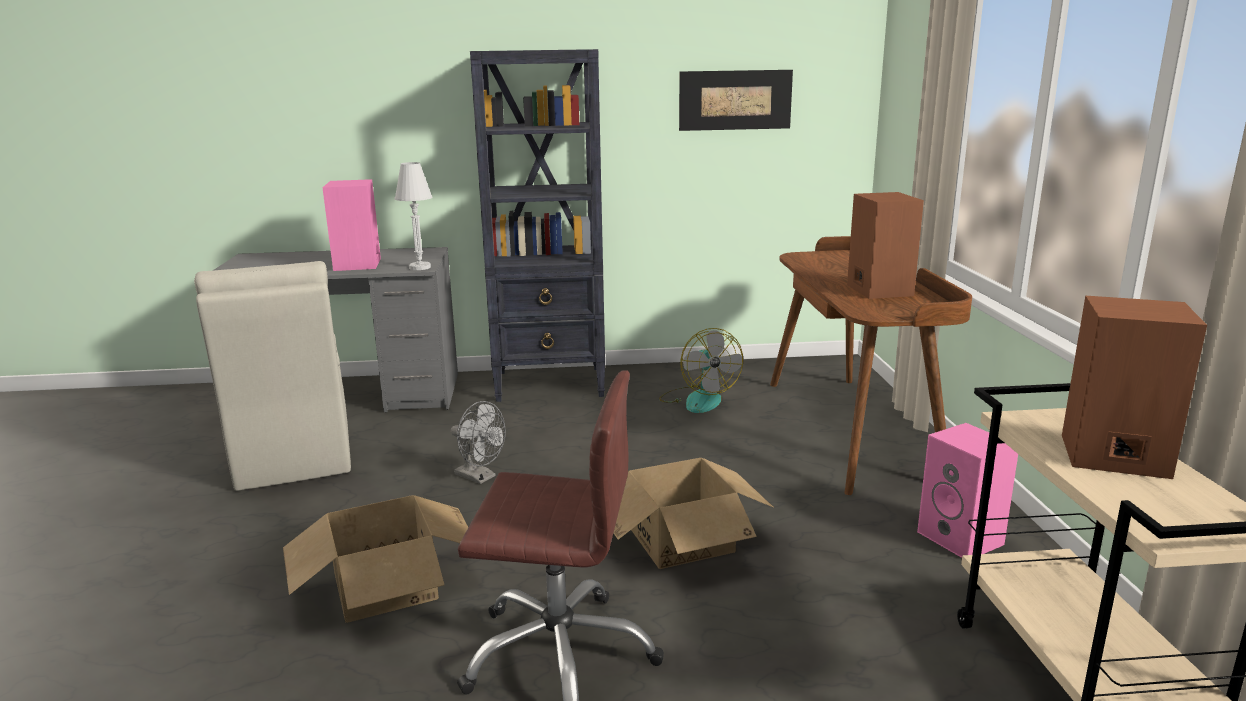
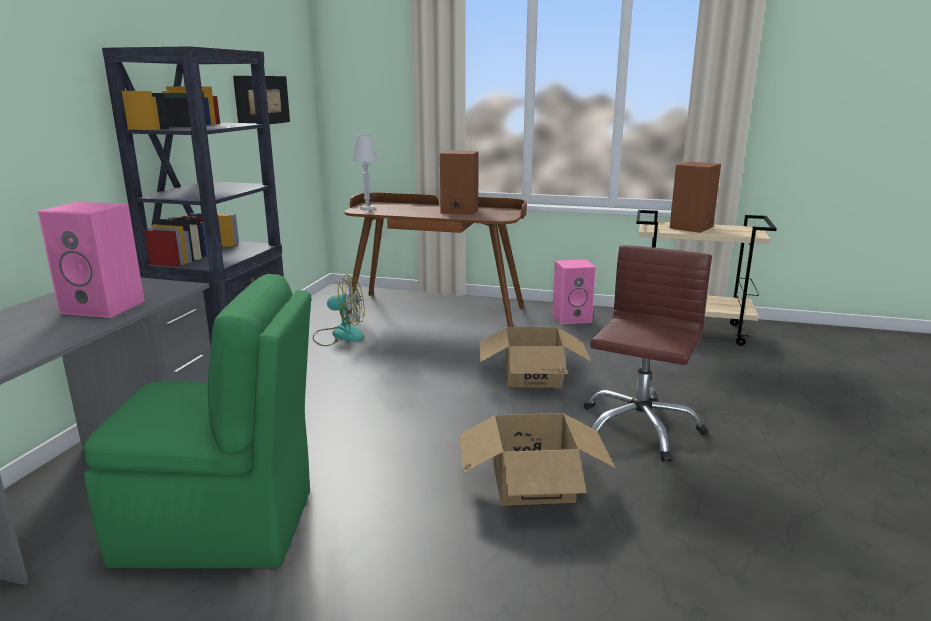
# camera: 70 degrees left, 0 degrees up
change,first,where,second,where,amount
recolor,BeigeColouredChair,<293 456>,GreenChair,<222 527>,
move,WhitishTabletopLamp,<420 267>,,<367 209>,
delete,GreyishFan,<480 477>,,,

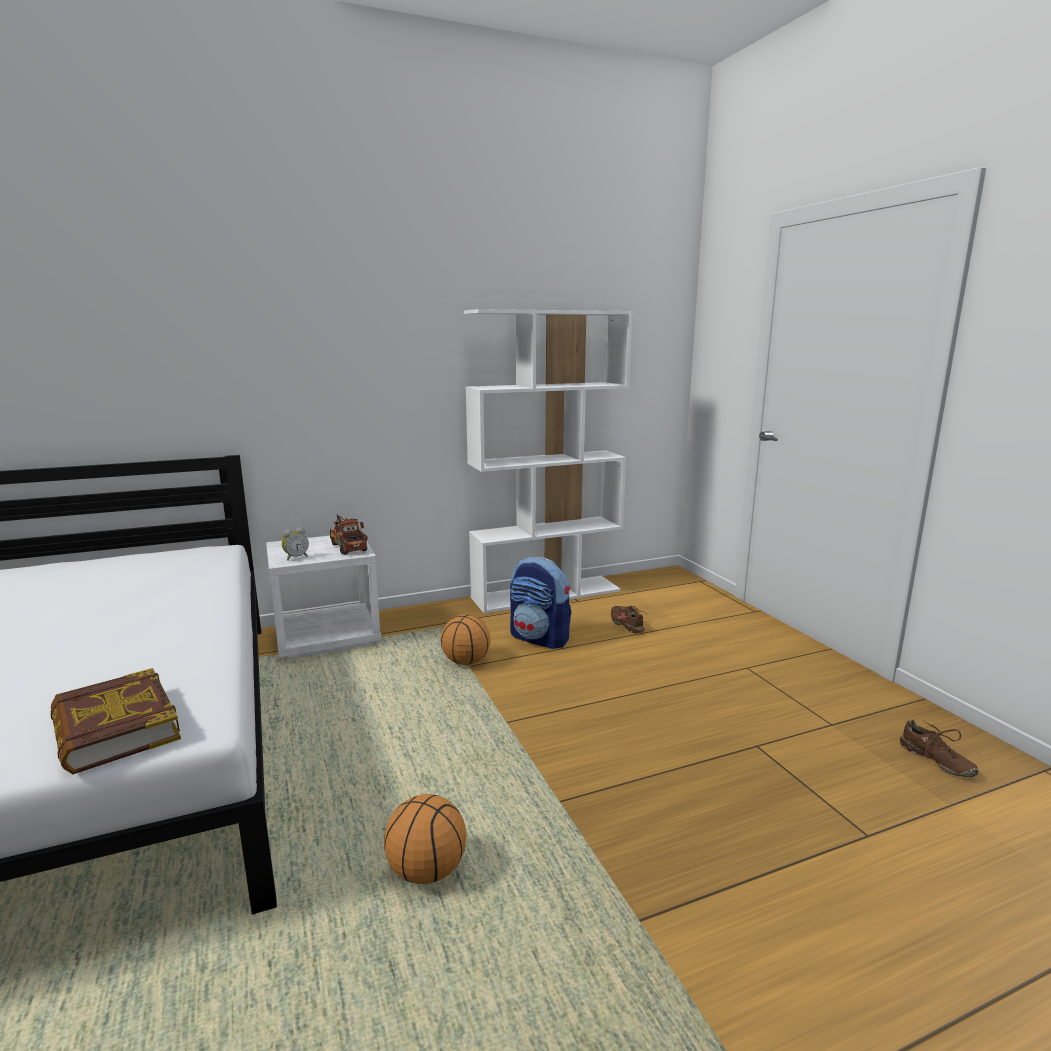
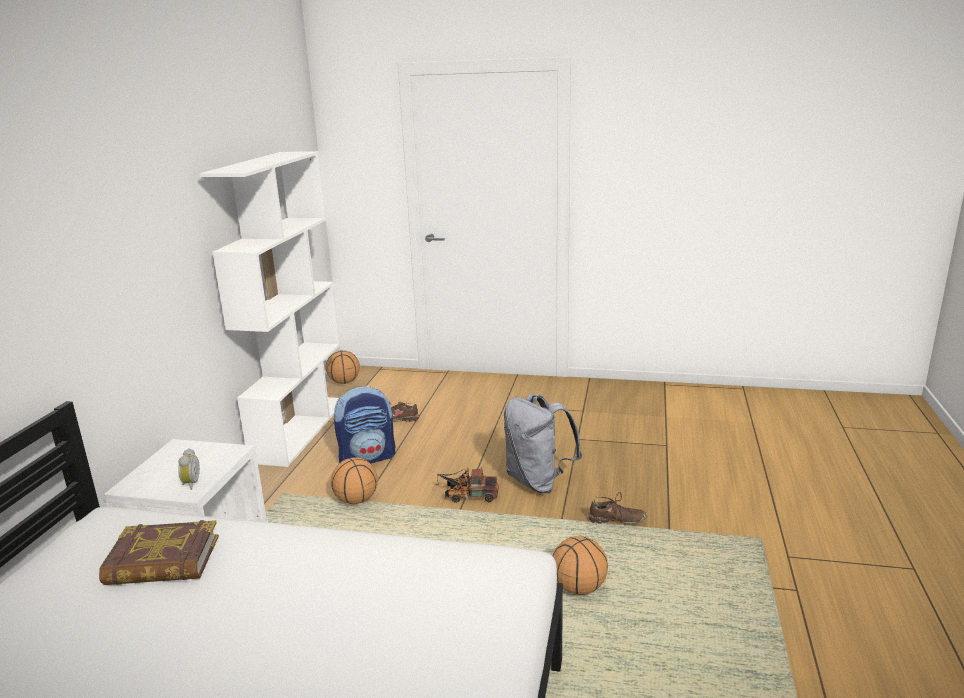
# camera: 55 degrees left, 5 degrees up
change,first,where,second,where,amount
move,Book,<115 729>,,<163 561>,
insert,,,BasketballBall,<344 382>,
move,ToyTruck,<347 546>,,<468 496>,
insert,,,GreyishKnapsack,<538 481>,
move,BrownItemOfFootwear,<935 761>,,<616 520>,

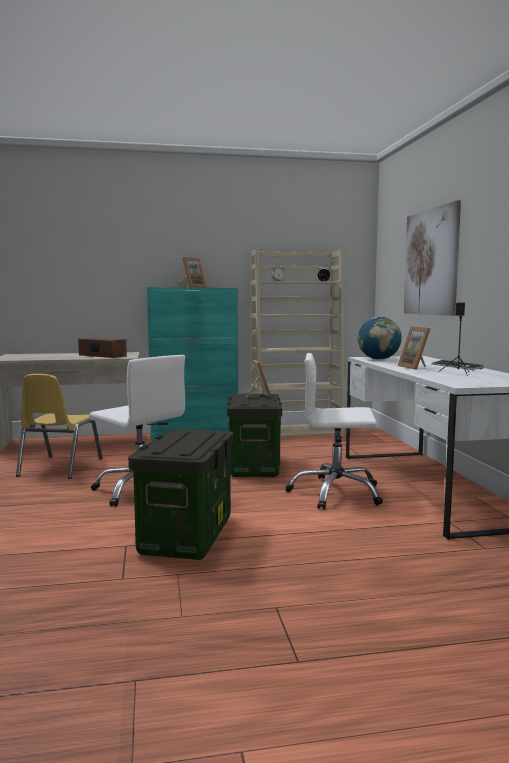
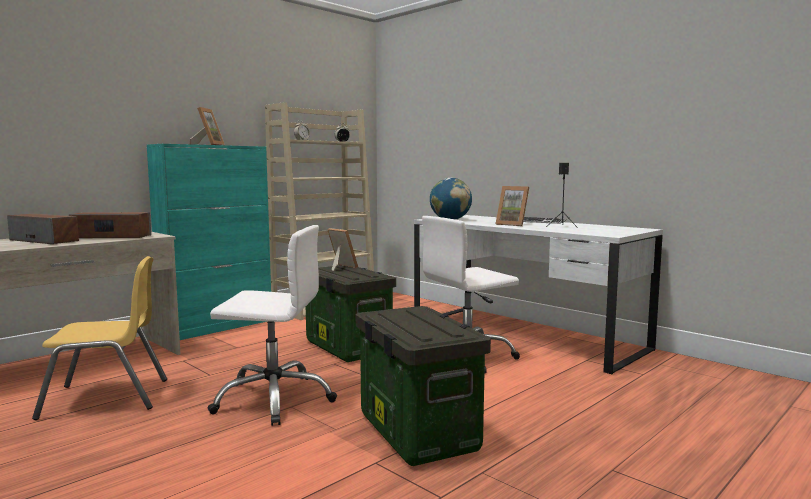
# camera: 35 degrees left, 0 degrees up
change,first,where,second,where,amount
insert,,,AudioSpeaker,<44 240>,
rotate,YellowColouredChair,<60 467>,,<106 398>,75 degrees counterclockwise
delete,WallArt,<431 262>,,,

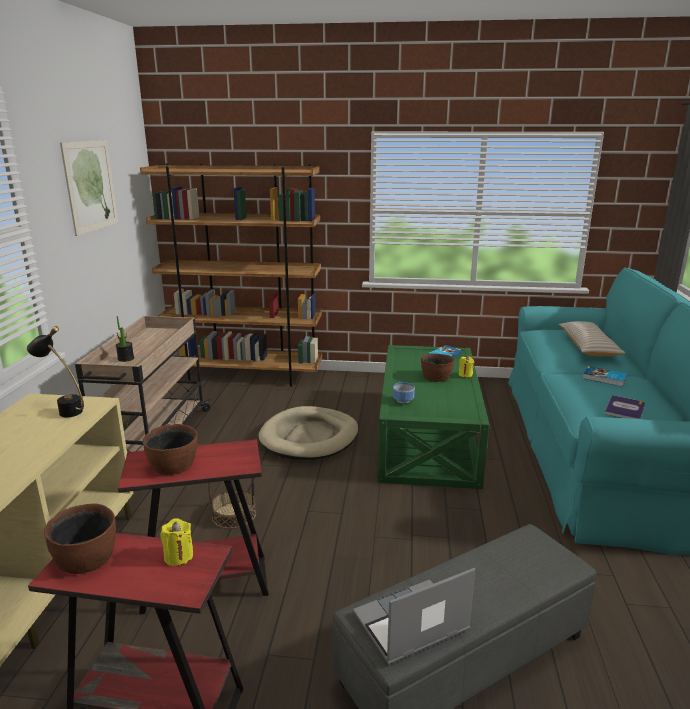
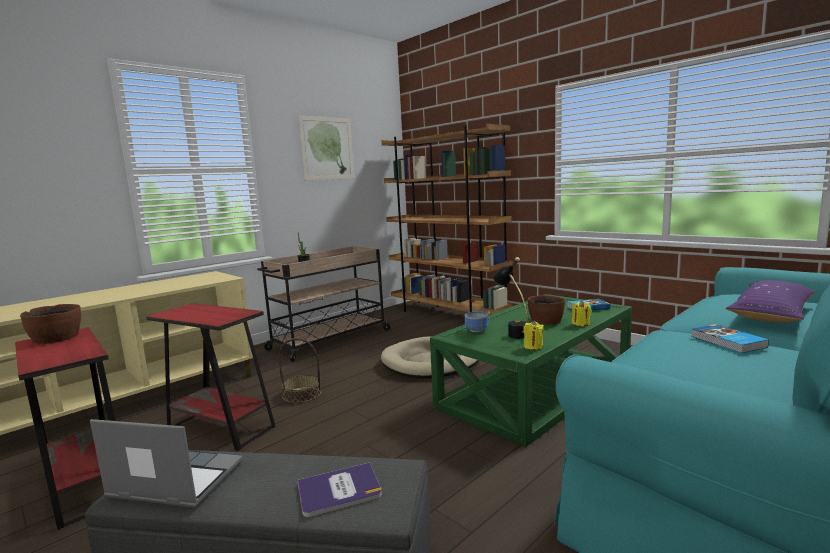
# camera: 40 degrees right, 10 degrees down
change,first,where,second,where,amount
move,Book,<624 409>,,<339 490>,
move,BlackTabletopLamp,<64 409>,,<513 333>,
move,YellowColouredWaxCandle,<179 556>,,<533 346>,
recolor,BeigeColouredThrowPillow,<588 347>,PurpleColouredThrowPillow,<771 313>,
delete,BrownBowl,<174 465>,,,

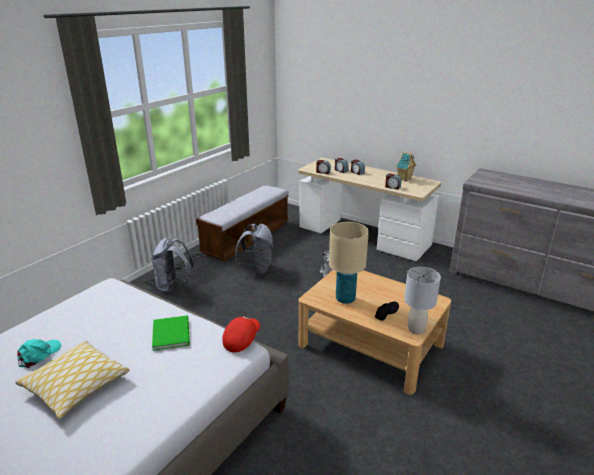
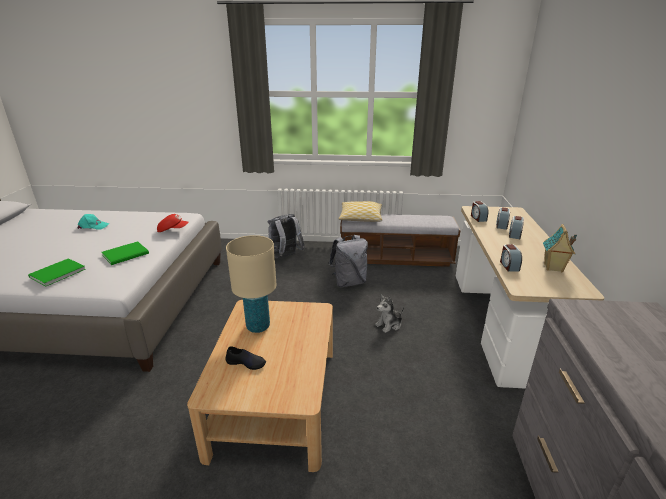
# camera: 60 degrees right, 0 degrees up
change,first,where,second,where,amount
insert,,,GreenBook,<56 273>,
move,RedCap,<241 340>,,<173 230>,
move,ThrowPillow,<76 386>,,<360 218>,
delete,GreyishTabletopLamp,<415 329>,,,

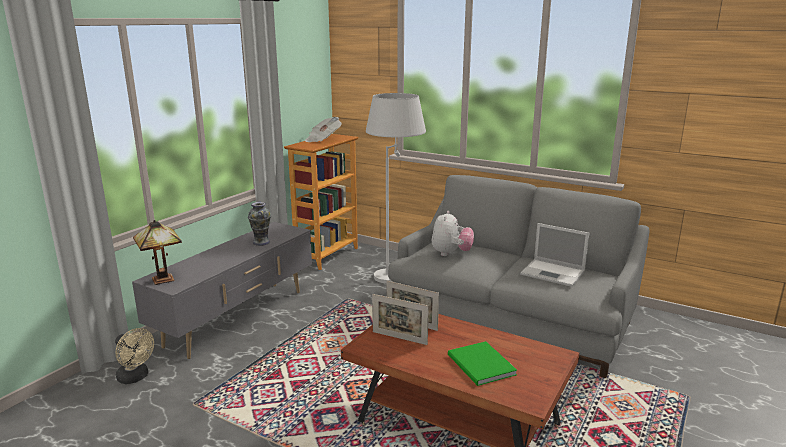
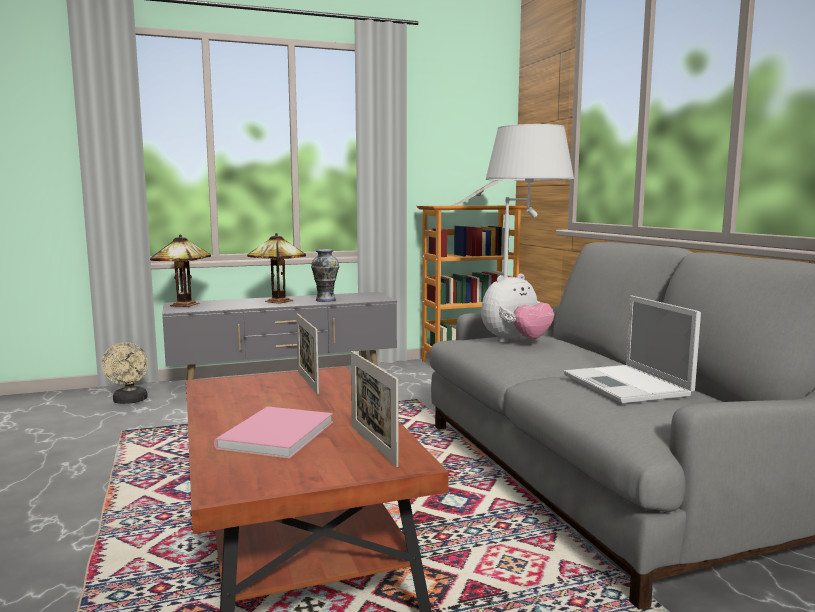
# camera: 40 degrees right, 10 degrees down
change,first,where,second,where,amount
recolor,GreenBook,<480 366>,PinkColouredBook,<272 435>,
insert,,,TabletopLamp,<276 301>,
move,PhotoFrame,<399 338>,,<373 445>,

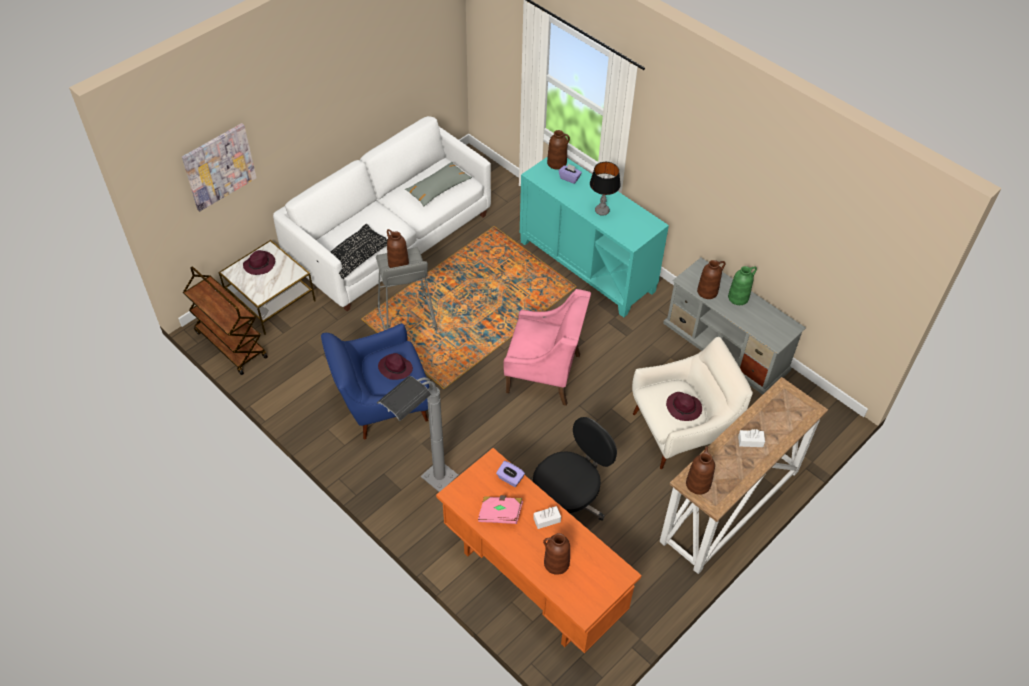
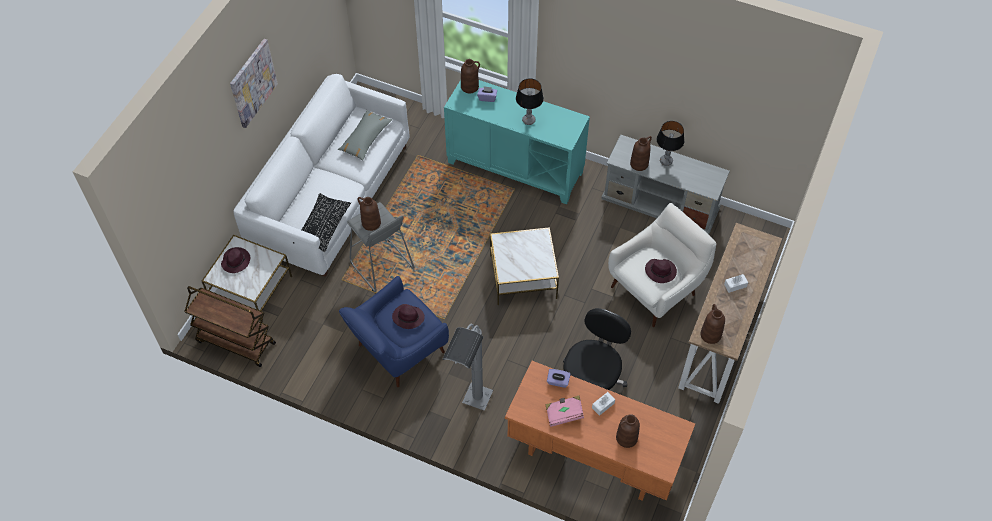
# camera: 20 degrees left, 5 degrees up
change,first,where,second,where,amount
move,WallArt,<219 166>,,<252 83>,
replace,PinkColouredEasyChair,<544 374>,EndTable,<523 277>,
replace,GreenFlowerVase,<738 297>,TabletopLamp,<666 161>,

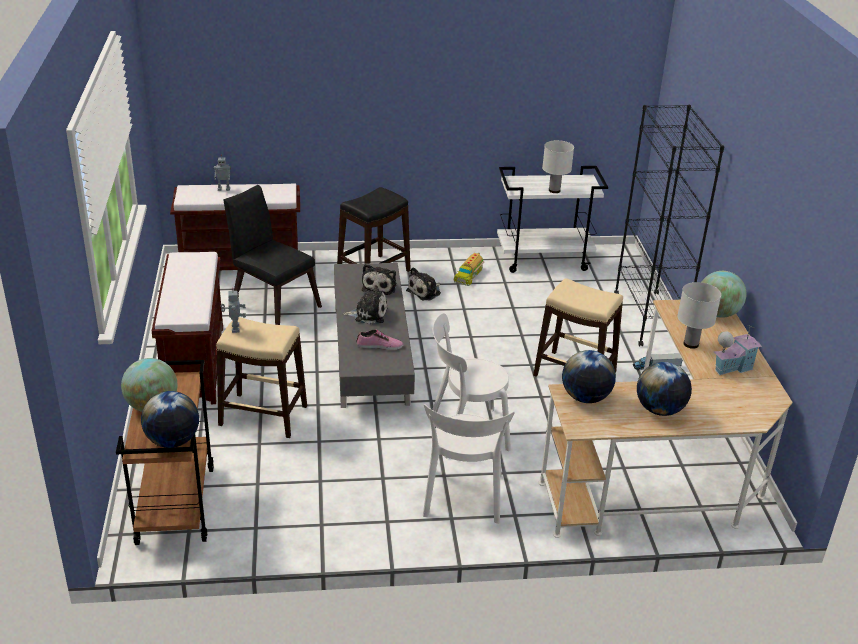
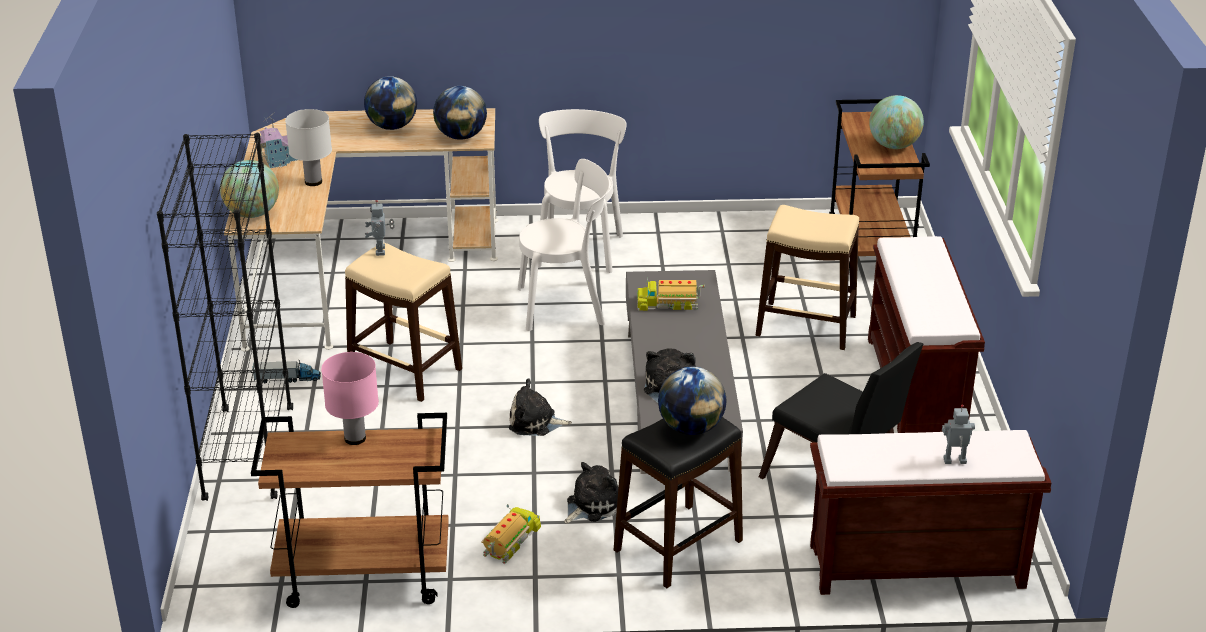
# camera: 175 degrees left, 0 degrees up
change,first,where,second,where,amount
recolor,WhitishWheeledCart,<544 259>,BrownWheeledCart,<362 577>,
recolor,WhitishTabletopLamp,<554 190>,PinkColouredTabletopLamp,<354 438>,
move,ToyRobot,<234 328>,,<381 251>,
move,PlushToy,<368 314>,,<535 422>,
replace,ItemOfFootwear,<379 346>,ToyTruck,<668 303>,
move,Globe,<172 441>,,<691 428>,

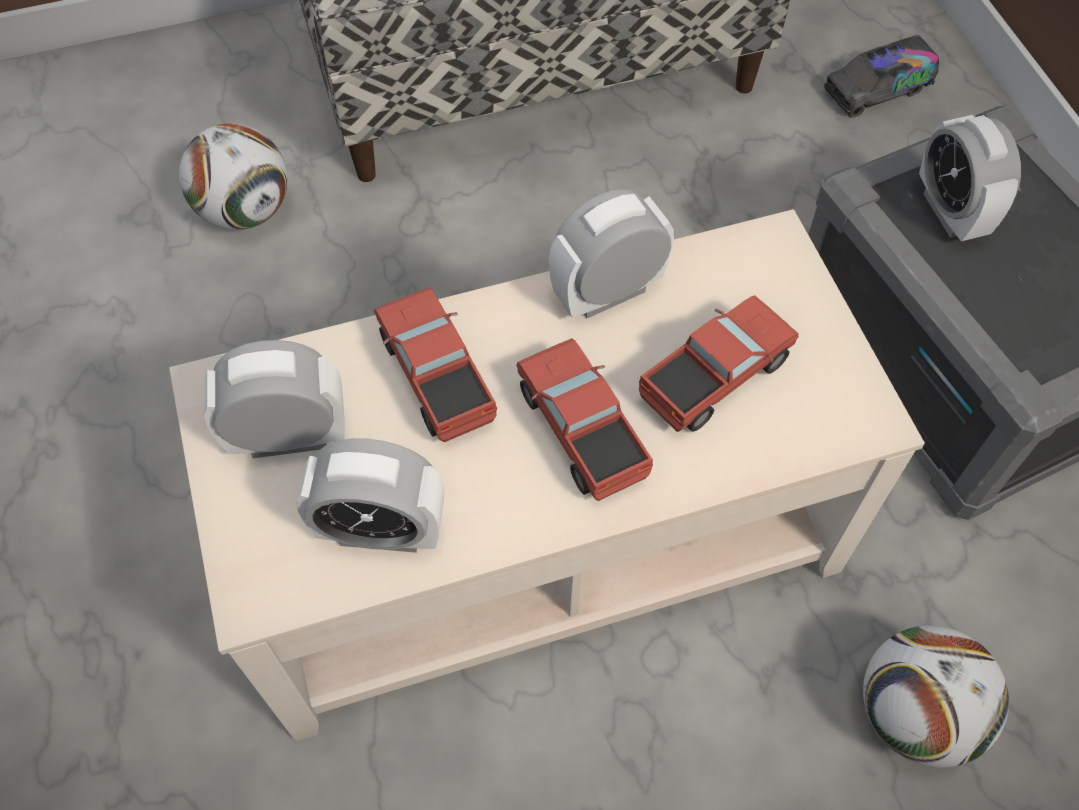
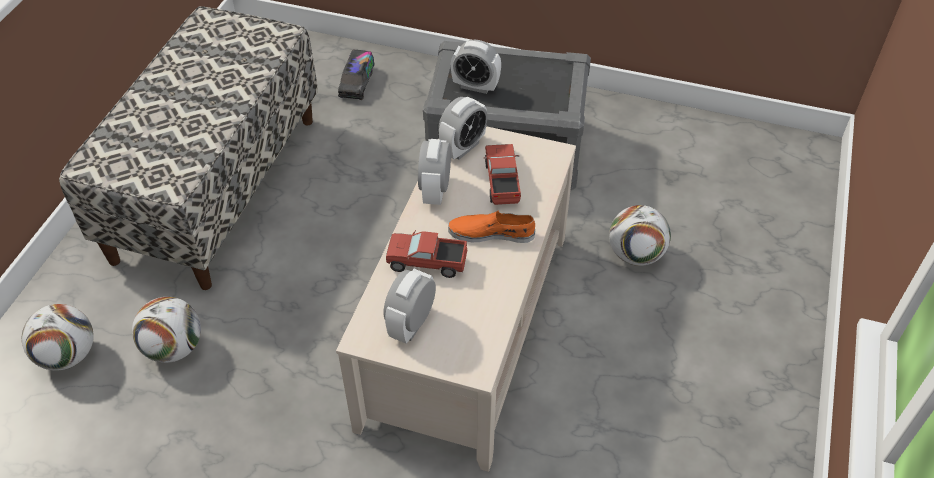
# camera: 55 degrees left, 10 degrees down
change,first,where,second,where,amount
insert,,,Football,<68 355>,
move,BedsideClock,<381 531>,,<463 148>,
replace,ToyTruck,<581 434>,OrangeItemOfFootwear,<491 233>,

